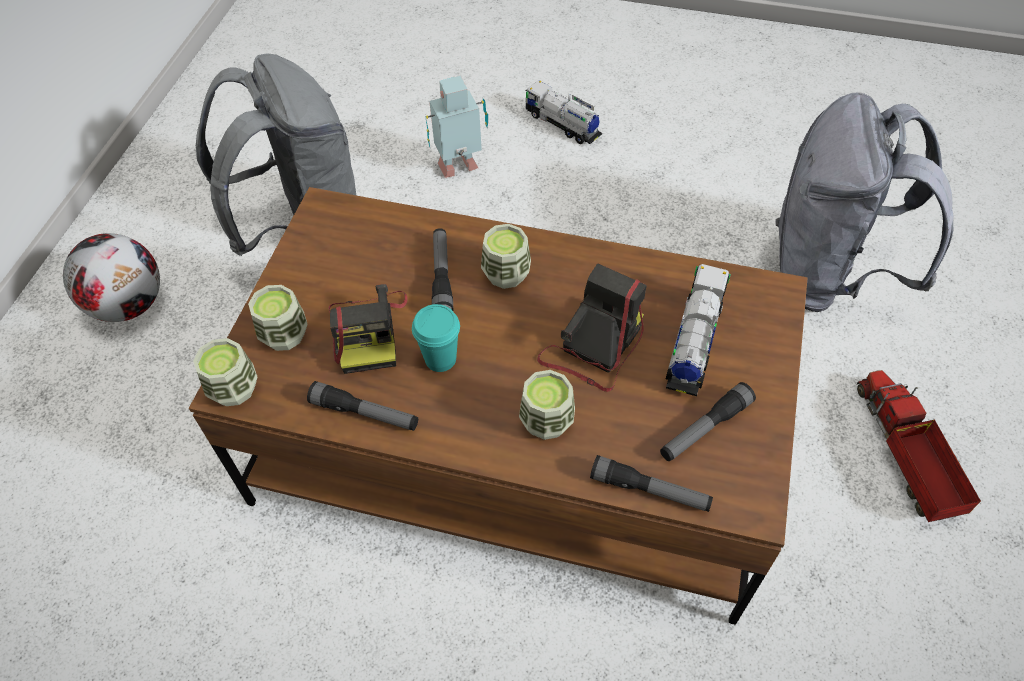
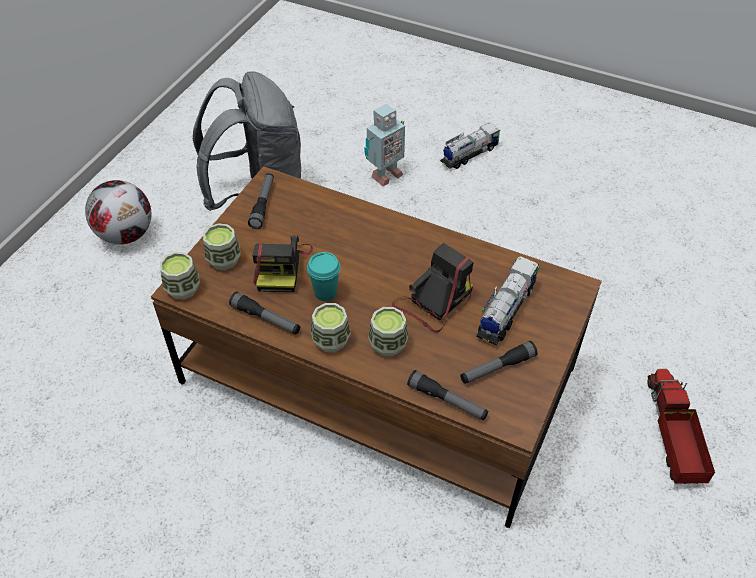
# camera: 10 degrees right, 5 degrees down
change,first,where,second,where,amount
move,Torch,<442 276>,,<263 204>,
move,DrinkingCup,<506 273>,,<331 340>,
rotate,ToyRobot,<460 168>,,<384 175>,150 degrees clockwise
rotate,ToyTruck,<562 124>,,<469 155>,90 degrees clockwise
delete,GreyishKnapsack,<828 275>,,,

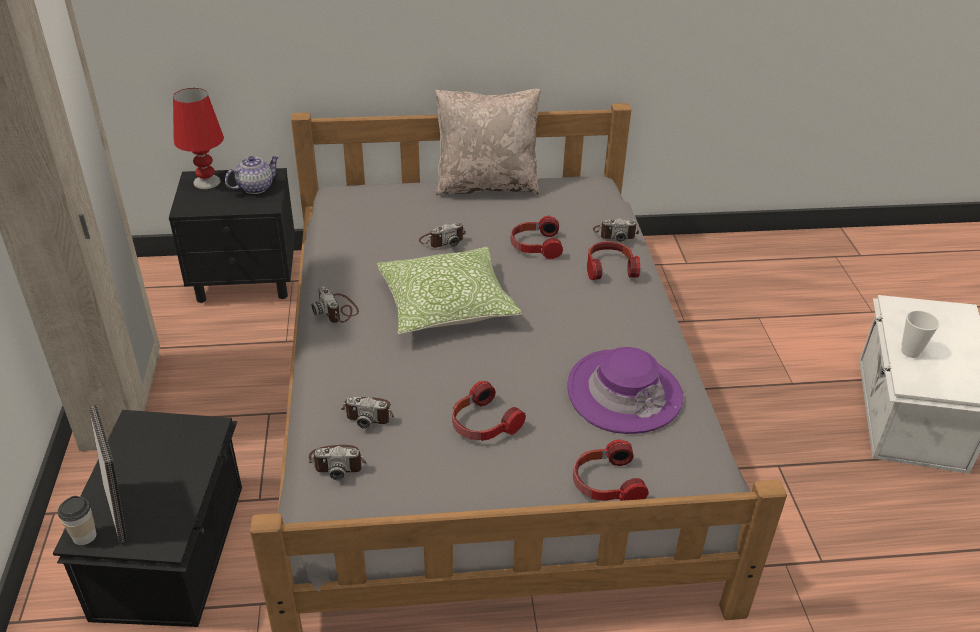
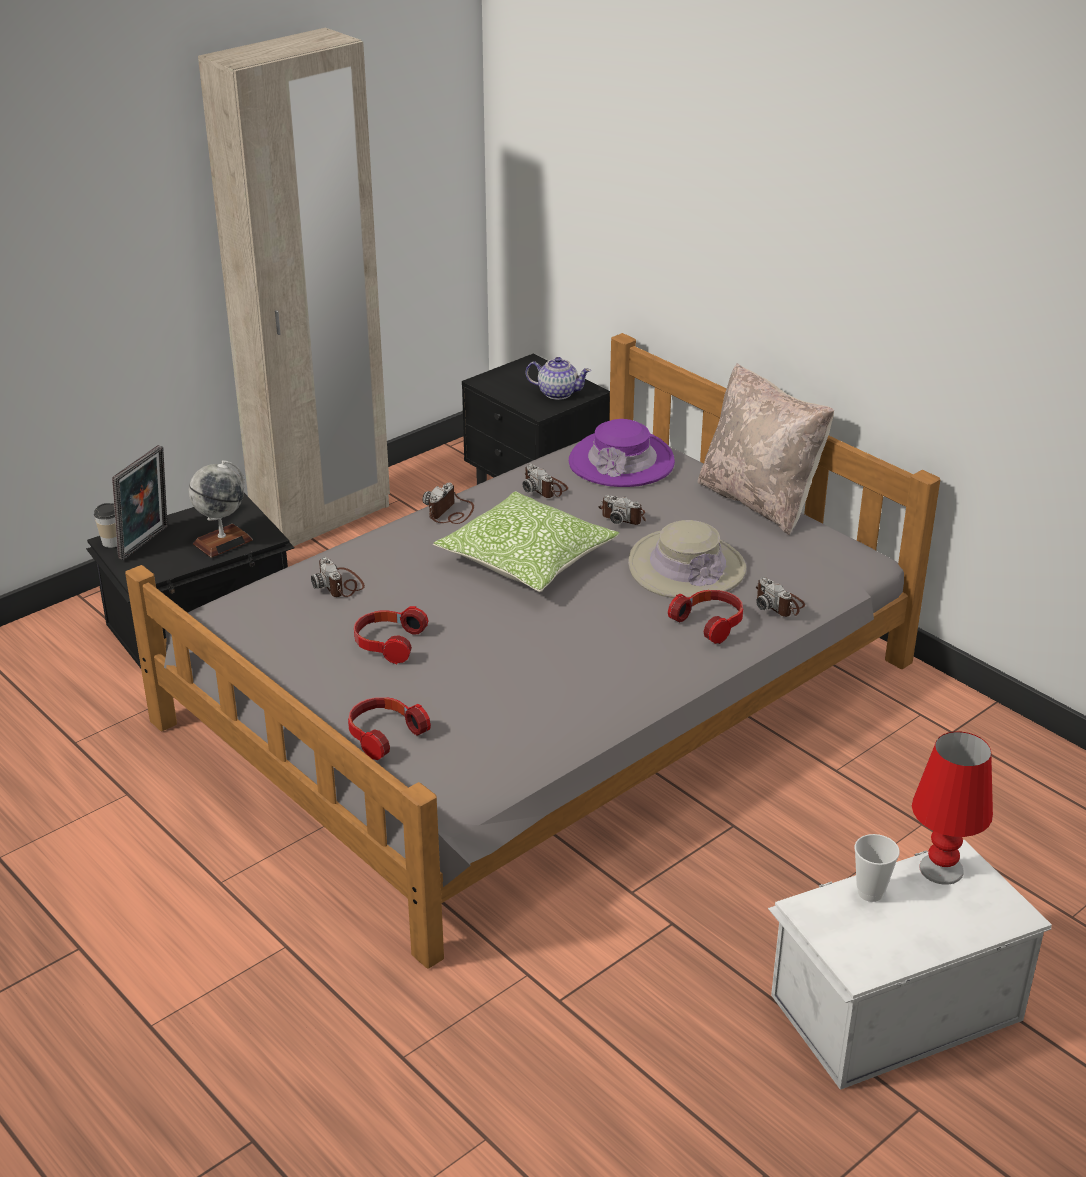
# camera: 55 degrees right, 5 degrees down
change,first,where,second,where,amount
insert,,,Globe,<223 542>,
move,PhotoCamera,<338 462>,,<545 488>,
move,PurpleColouredWearableHat,<624 393>,,<621 462>,
replace,PairOfHeadphones,<535 246>,BeigeColouredWearableHat,<686 567>,
move,RedTabletopLamp,<207 182>,,<941 869>,

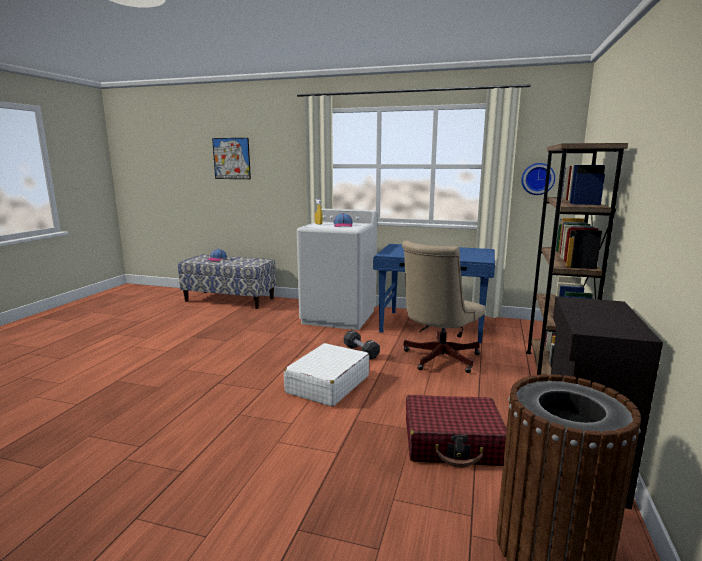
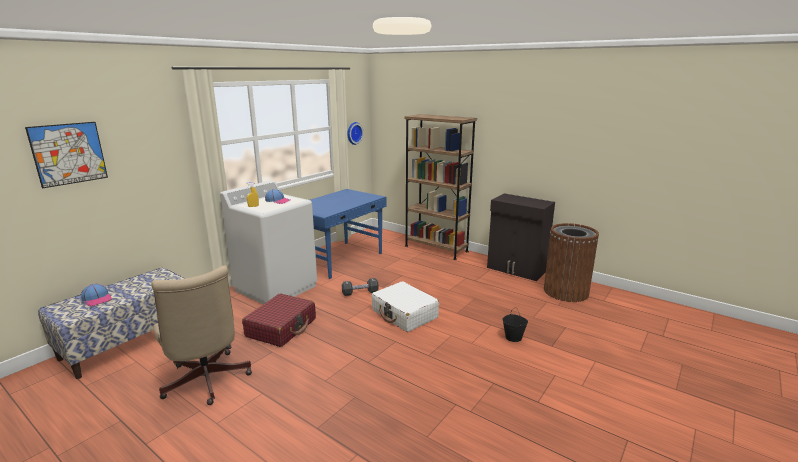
# camera: 70 degrees left, 5 degrees up
change,first,where,second,where,amount
move,BeigeColouredComputerChair,<438 359>,,<206 382>,
move,RedTravelCase,<453 443>,,<281 328>,
insert,,,BlackBucket,<513 337>,

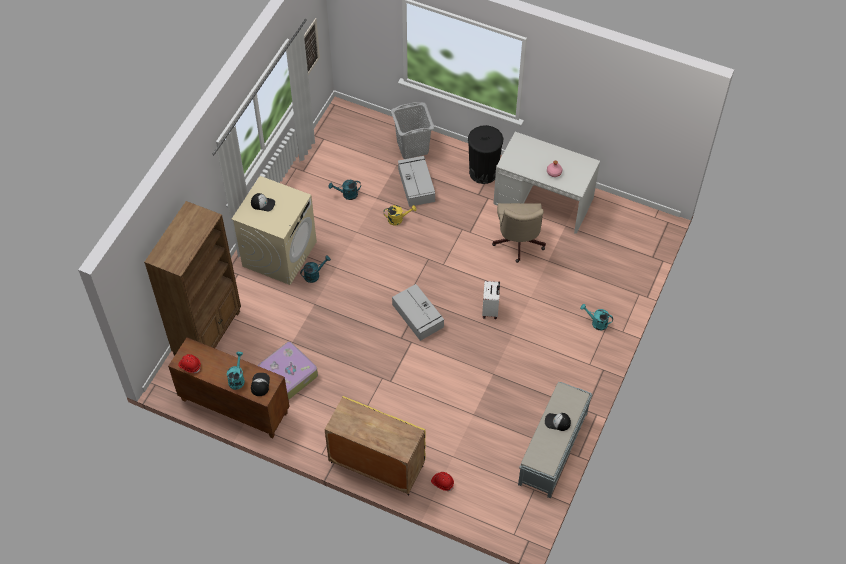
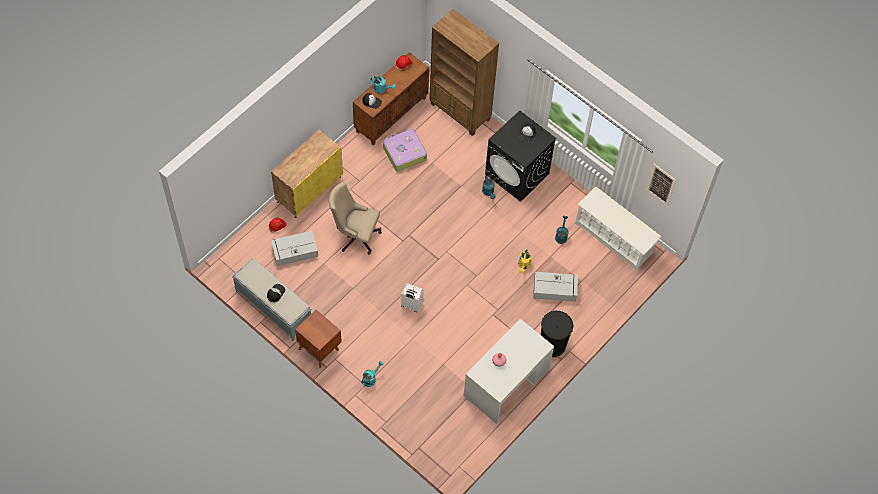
# camera: 105 degrees right, 5 degrees up
change,first,where,second,where,amount
move,GreyishStorageBox,<418 316>,,<294 251>,
insert,,,BrownBedsideTable,<319 348>,
move,BeigeColouredComputerChair,<518 244>,,<355 235>,
recolor,BeigeColouredLaundryAppliance,<279 253>,BlackLaundryAppliance,<517 174>,
insert,,,WhitishShoeStand,<614 238>,
delete,GreyishWashingBasket,<413 147>,,,

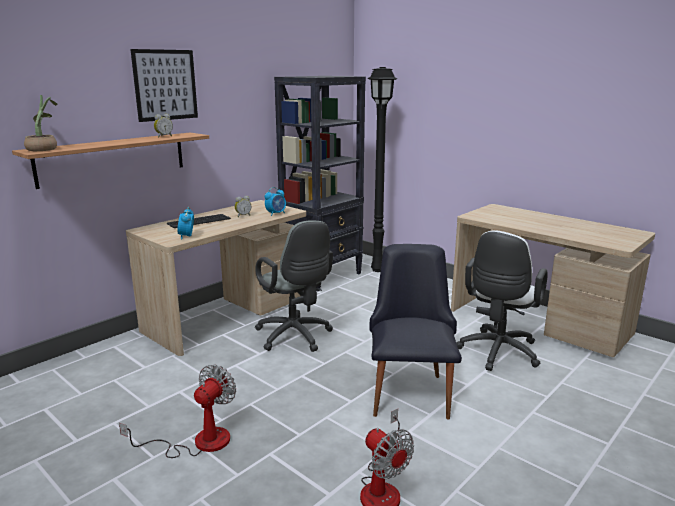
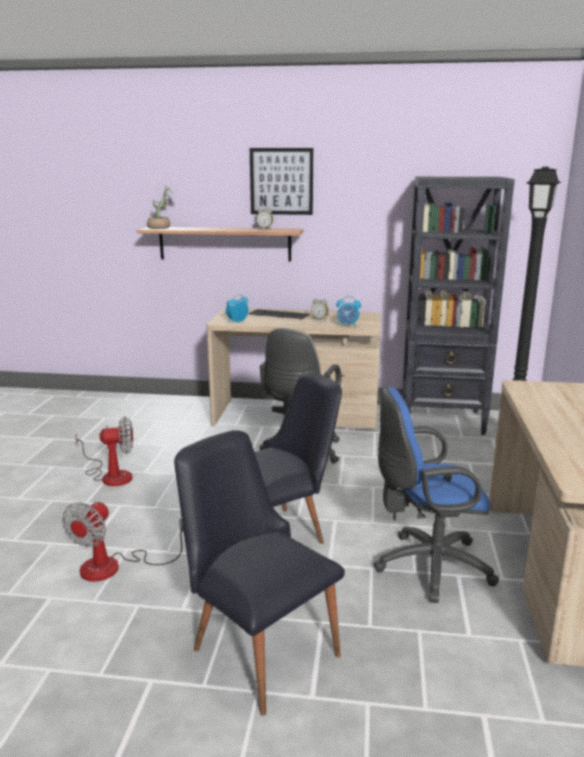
# camera: 55 degrees right, 0 degrees up
change,first,where,second,where,amount
insert,,,BlackChair,<257 644>,
recolor,WhitishComputerChair,<497 353>,BlueComputerChair,<427 566>,

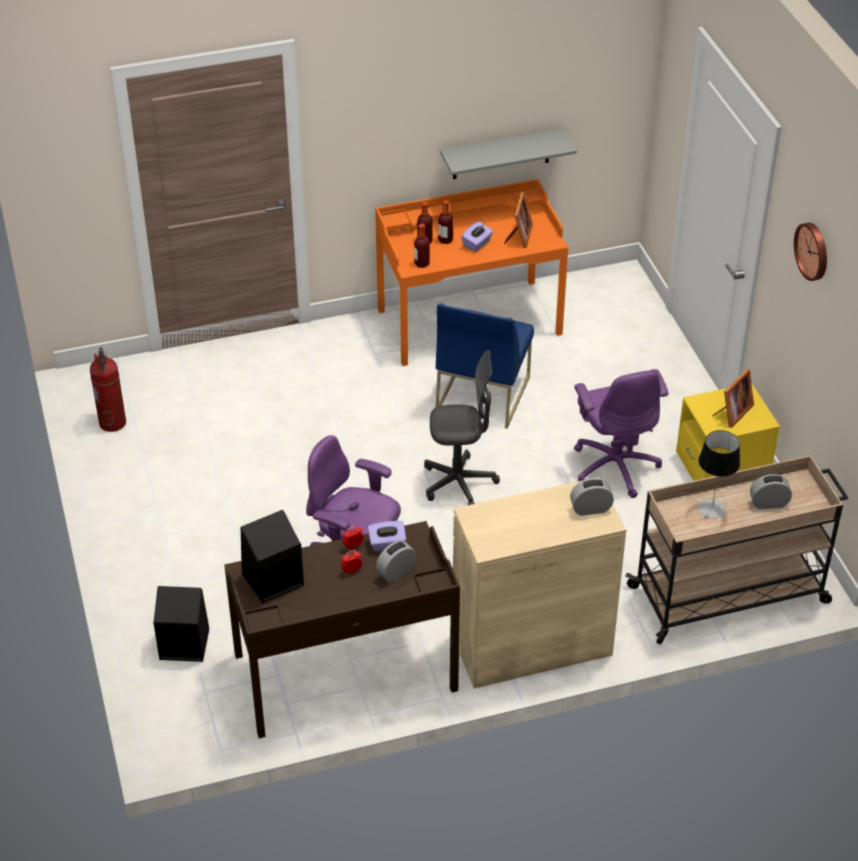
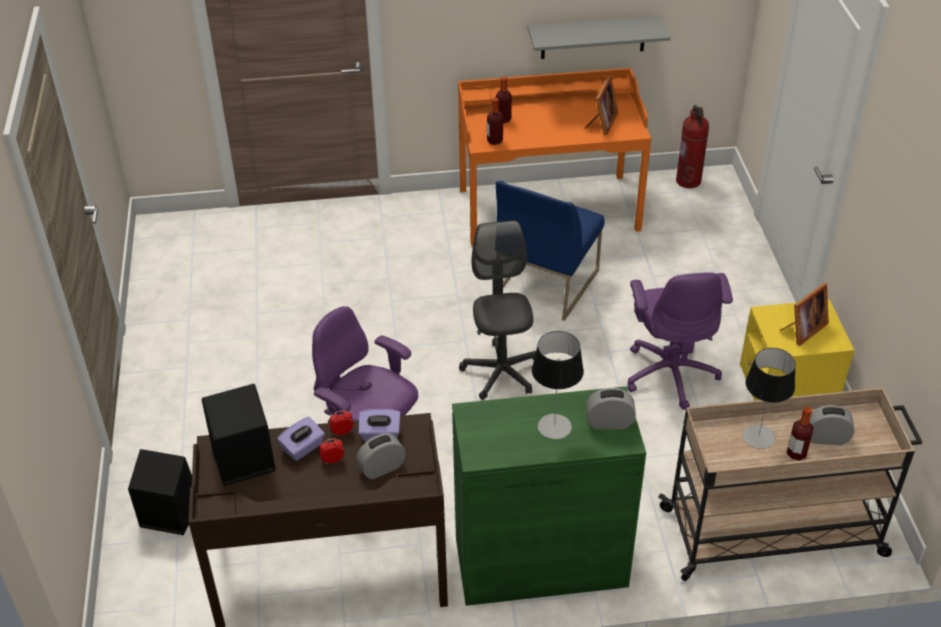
# camera: 10 degrees right, 0 degrees up
change,first,where,second,where,amount
move,PurpleColouredTissueHolder,<477 244>,,<303 448>,
recolor,BeigeColouredStorageCabinet,<531 644>,GreenStorageCabinet,<540 562>,
rotate,GreyishComputerChair,<459 483>,,<501 372>,105 degrees counterclockwise
insert,,,TabletopLamp,<554 426>,
move,FireExtinguisher,<112 423>,,<688 181>,
move,DrinkBottle,<445 240>,,<796 453>,
delete,WallClock,<813 251>,,,

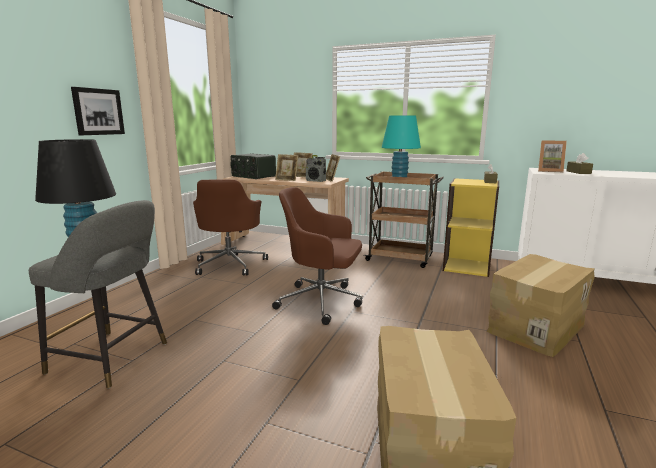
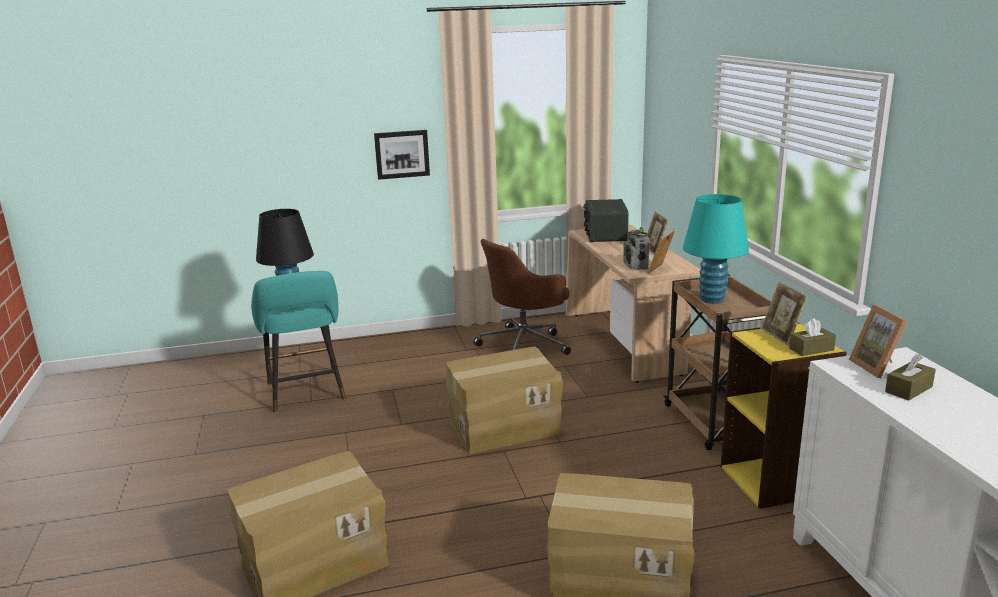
# camera: 55 degrees right, 5 degrees up
change,first,where,second,where,amount
recolor,GreyishStoolSeat,<114 359>,TurquoiseColouredStoolSeat,<306 393>,
replace,BrownComputerChair,<322 302>,Carton,<504 427>,
move,PhotoFrame,<287 180>,,<781 336>,

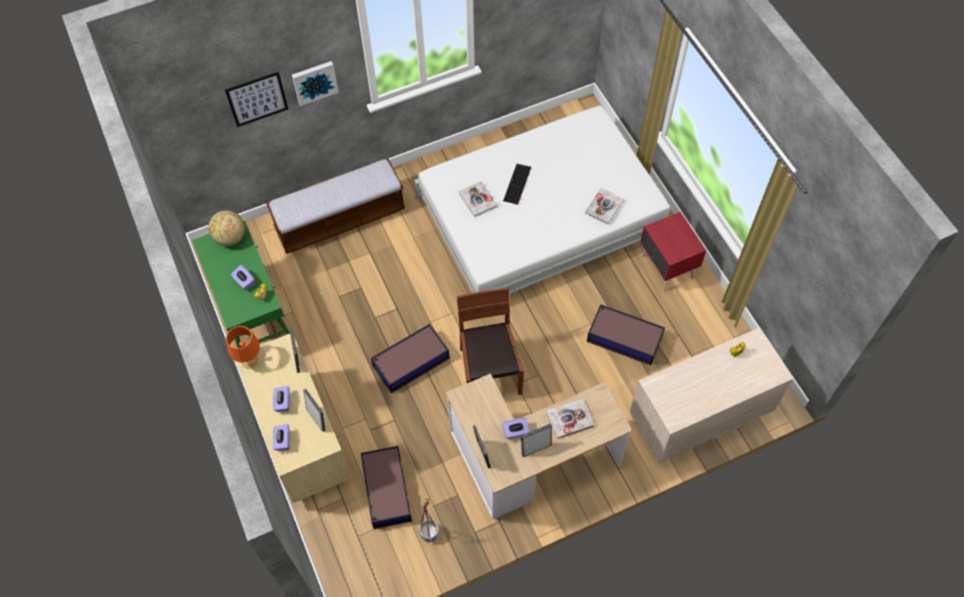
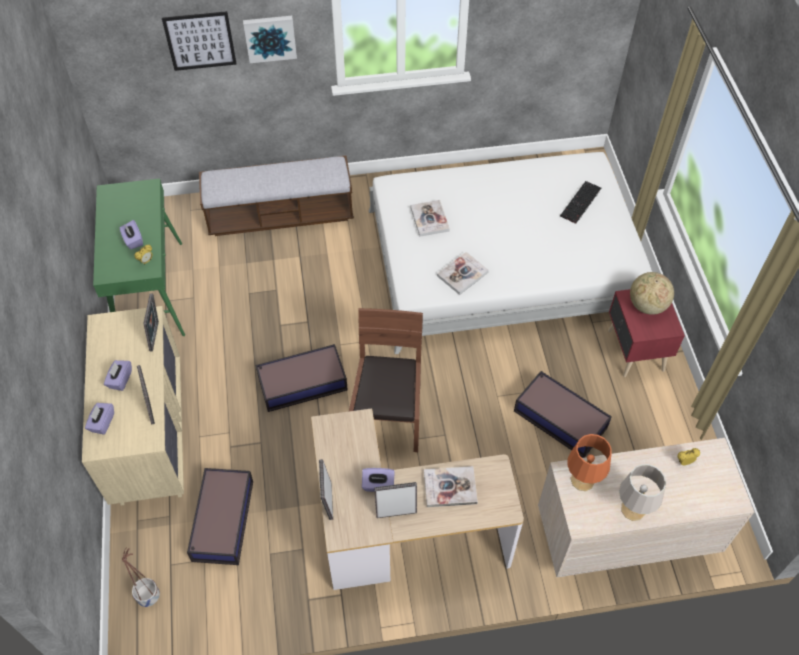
# camera: 15 degrees right, 5 degrees down
change,first,where,second,where,amount
move,Planter,<429 533>,,<148 596>,
move,Book,<604 206>,,<462 274>,
move,Keyboard,<517 184>,,<581 203>,
move,OrangeTabletopLamp,<250 360>,,<583 480>,
insert,,,GreyishTabletopLamp,<633 509>,
move,Globe,<230 237>,,<647 305>,

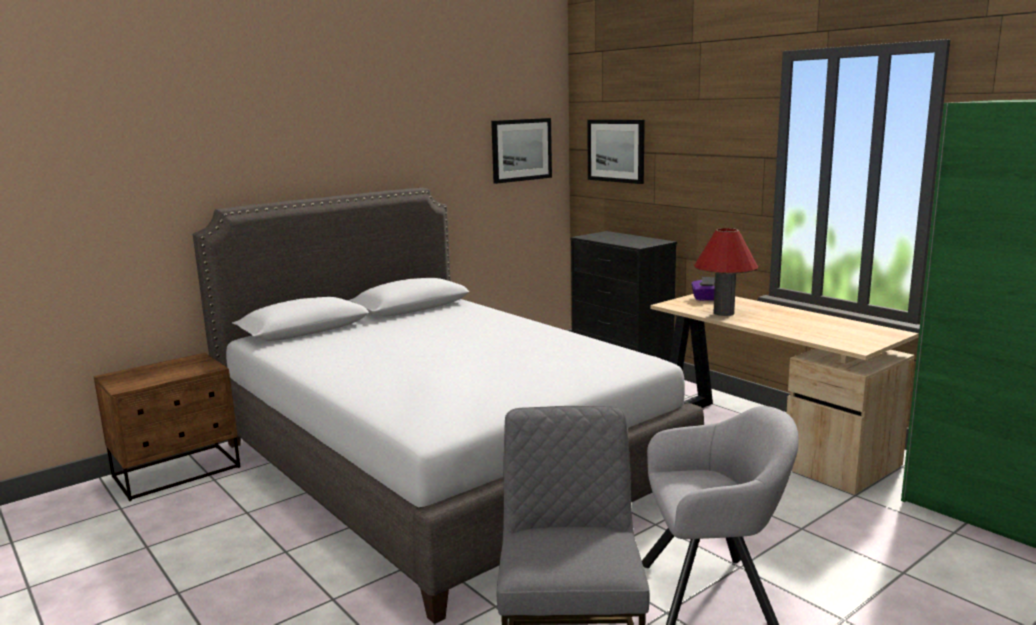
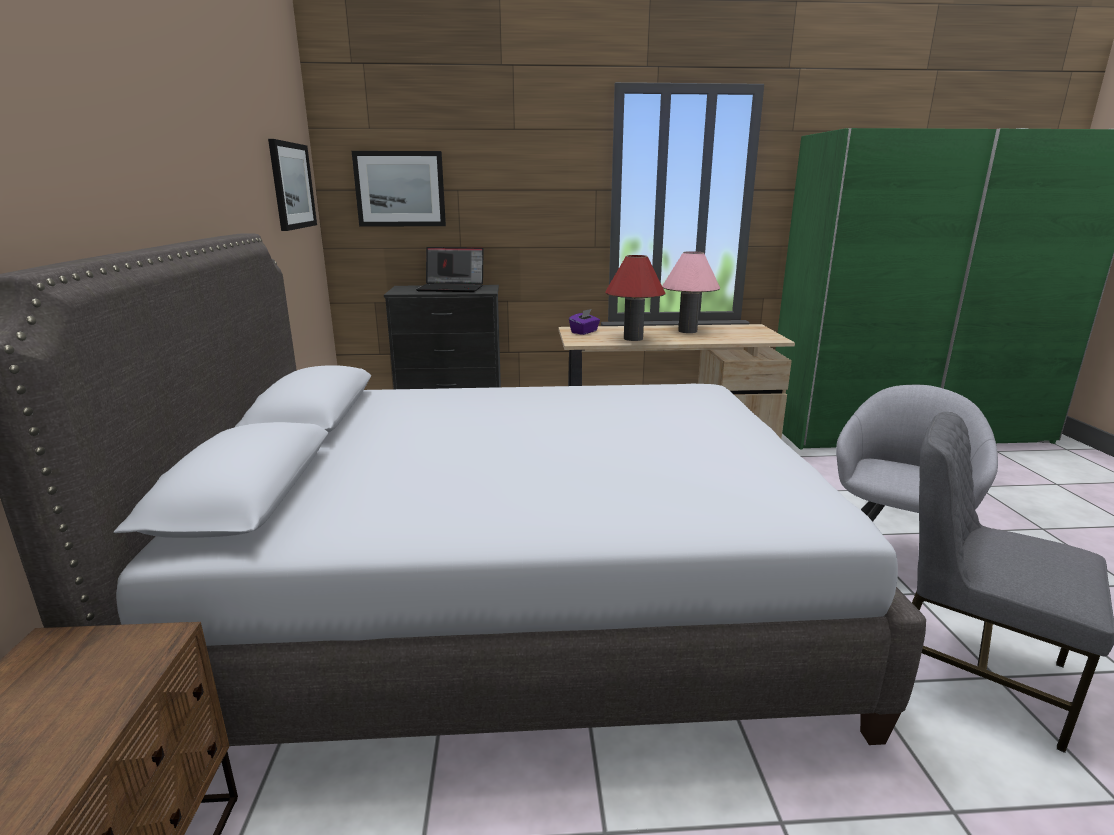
# camera: 55 degrees left, 5 degrees up
change,first,where,second,where,amount
insert,,,PortableComputer,<452 288>,
insert,,,PinkColouredTabletopLamp,<687 331>,

